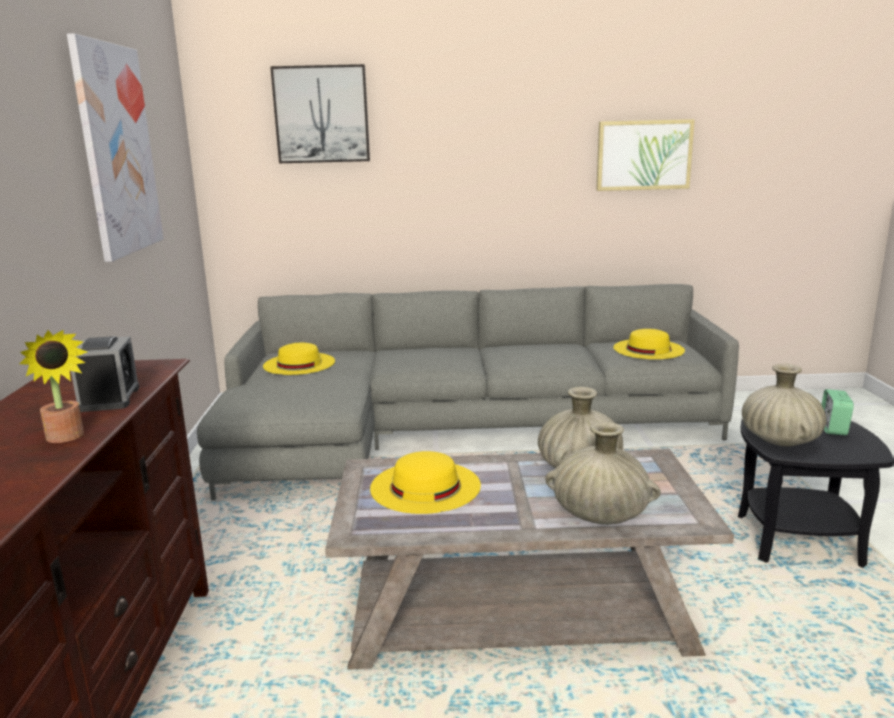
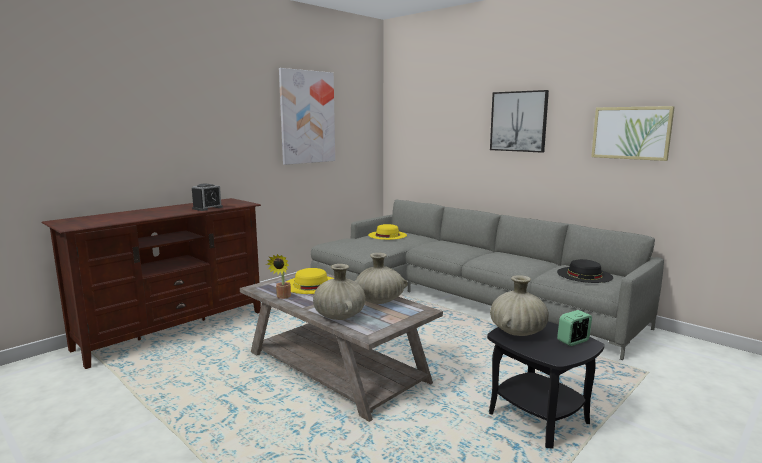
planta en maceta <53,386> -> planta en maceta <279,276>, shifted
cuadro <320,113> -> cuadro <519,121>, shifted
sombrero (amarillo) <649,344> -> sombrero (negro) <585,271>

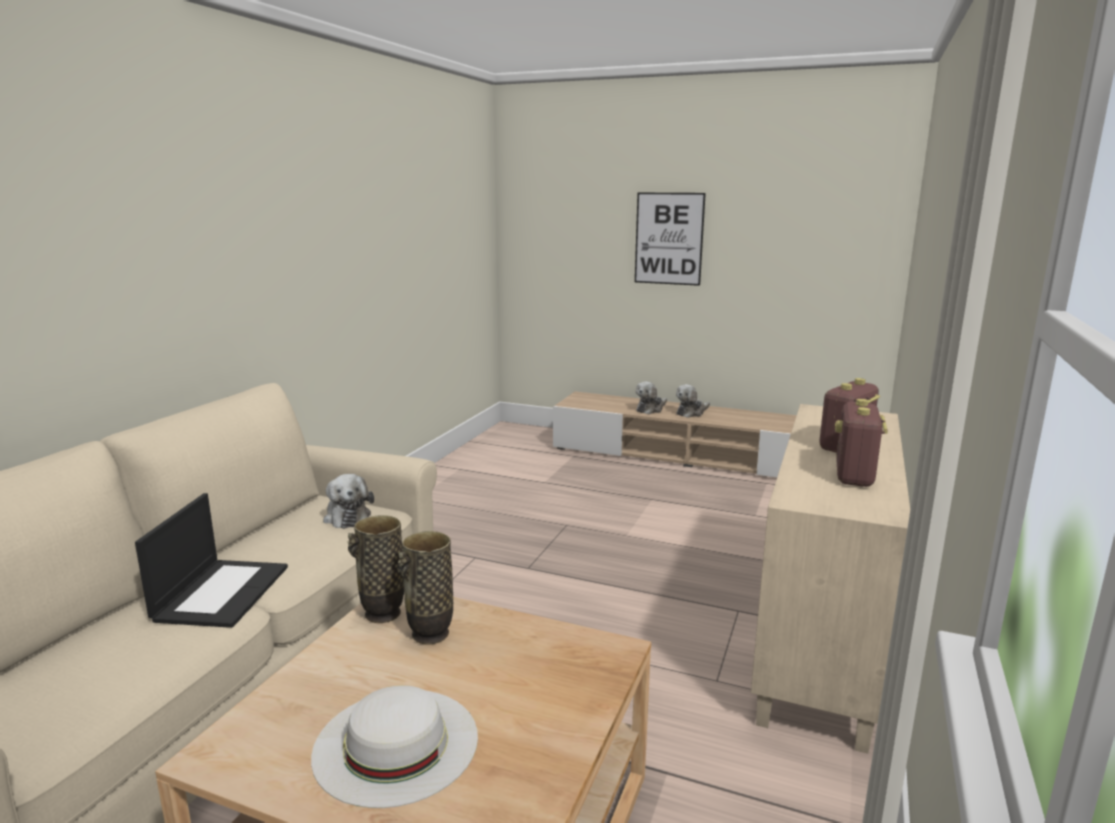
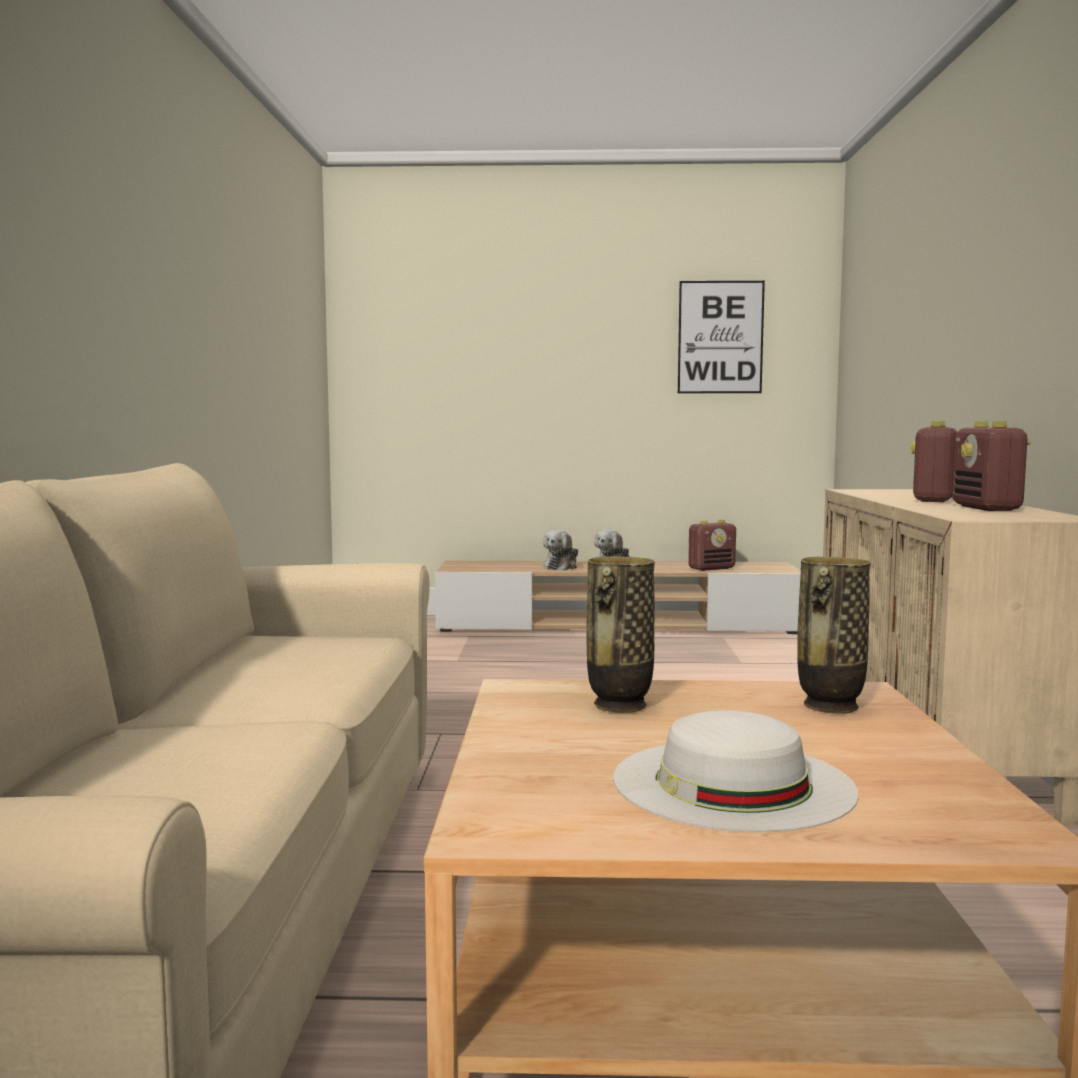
portátil <211,560> -> none
peluche <348,501> -> none
none -> radio <712,545>
florero <375,569> -> florero <834,635>, shifted
cuadro <670,239> -> cuadro <721,337>, shifted

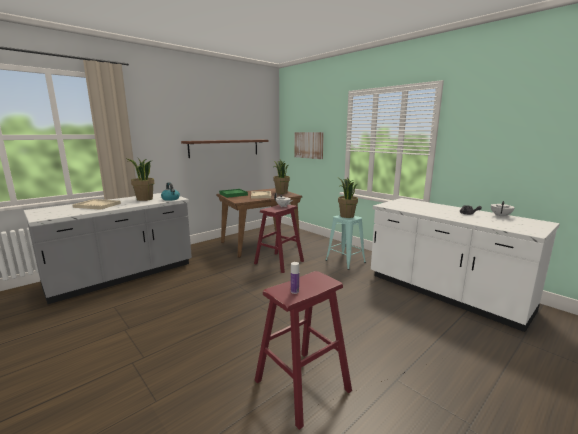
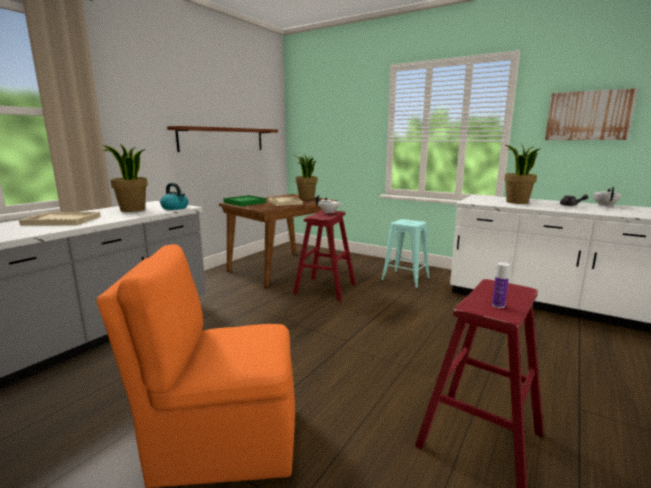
none -> silla (naranja) <195,366>
cuadro <309,145> -> cuadro <591,114>, shifted
planta en maceta <348,197> -> planta en maceta <522,174>, shifted

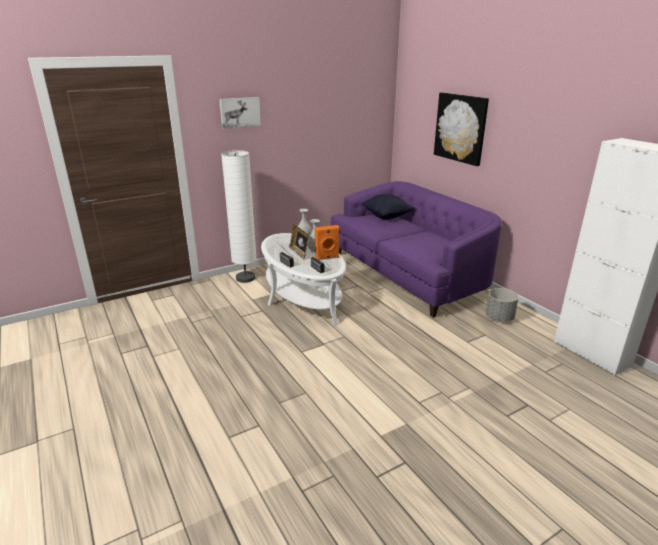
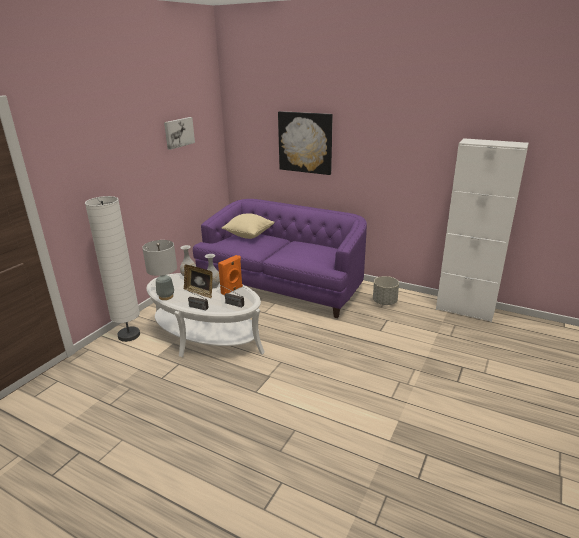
none -> lámpara de mesa (gris) <159,270>
cuadro <240,113> -> cuadro <179,133>, shifted
cojín (negro) <388,207> -> cojín (beis) <248,226>

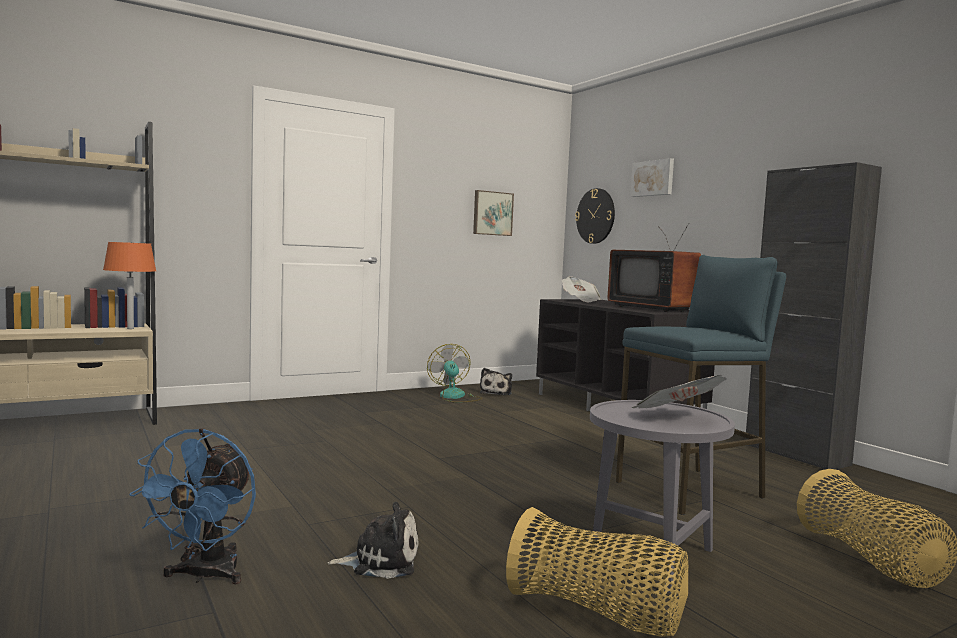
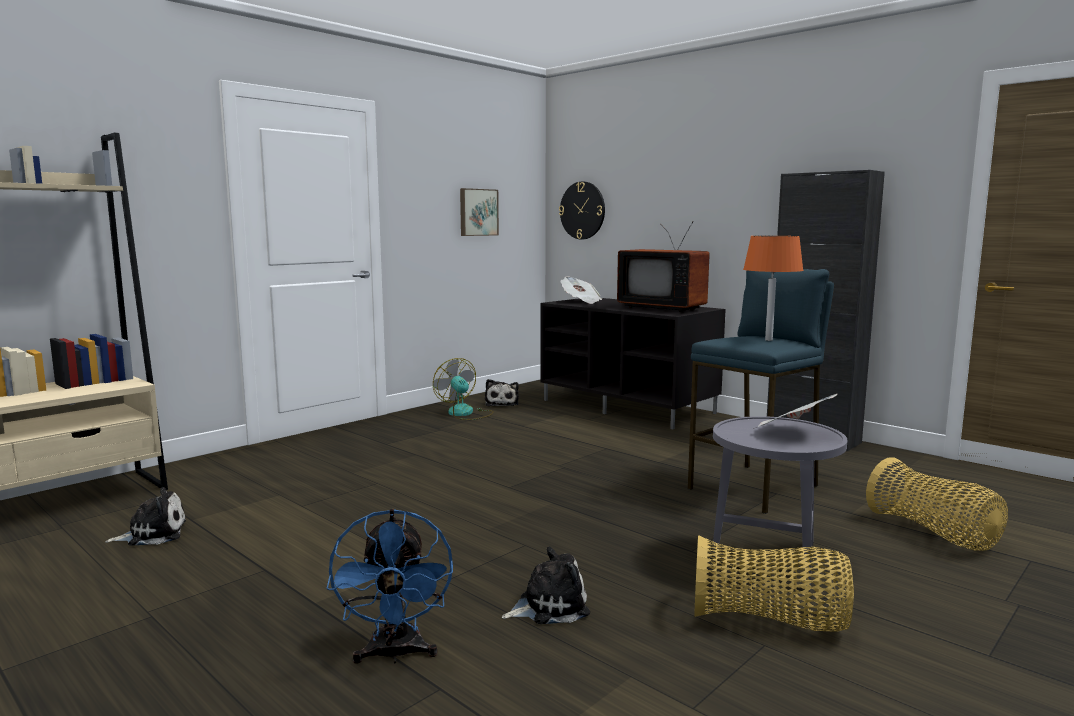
cuadro <652,177> -> none
none -> peluche <145,516>
lámpara de mesa (naranja) <129,285> -> lámpara de mesa (naranja) <773,288>, shifted

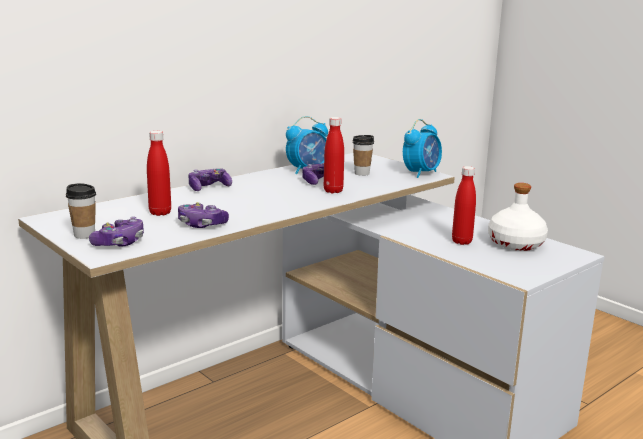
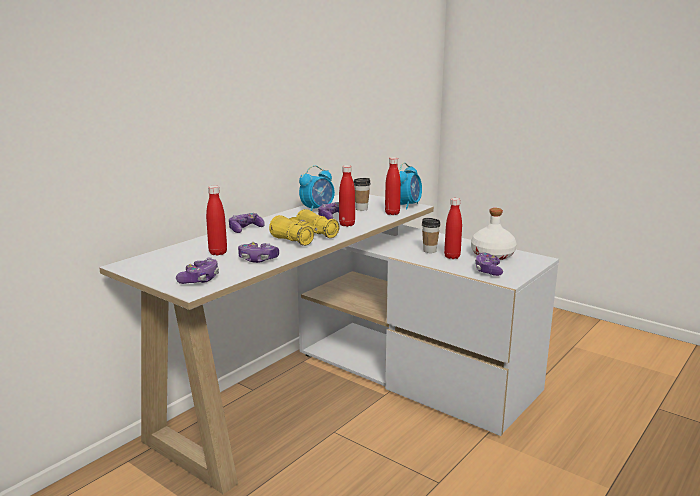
none -> prismáticos (amarillo) <304,227>
none -> botella (rojo) <393,186>
none -> mando de consola <489,264>
taza <81,211> -> taza <431,235>, shifted

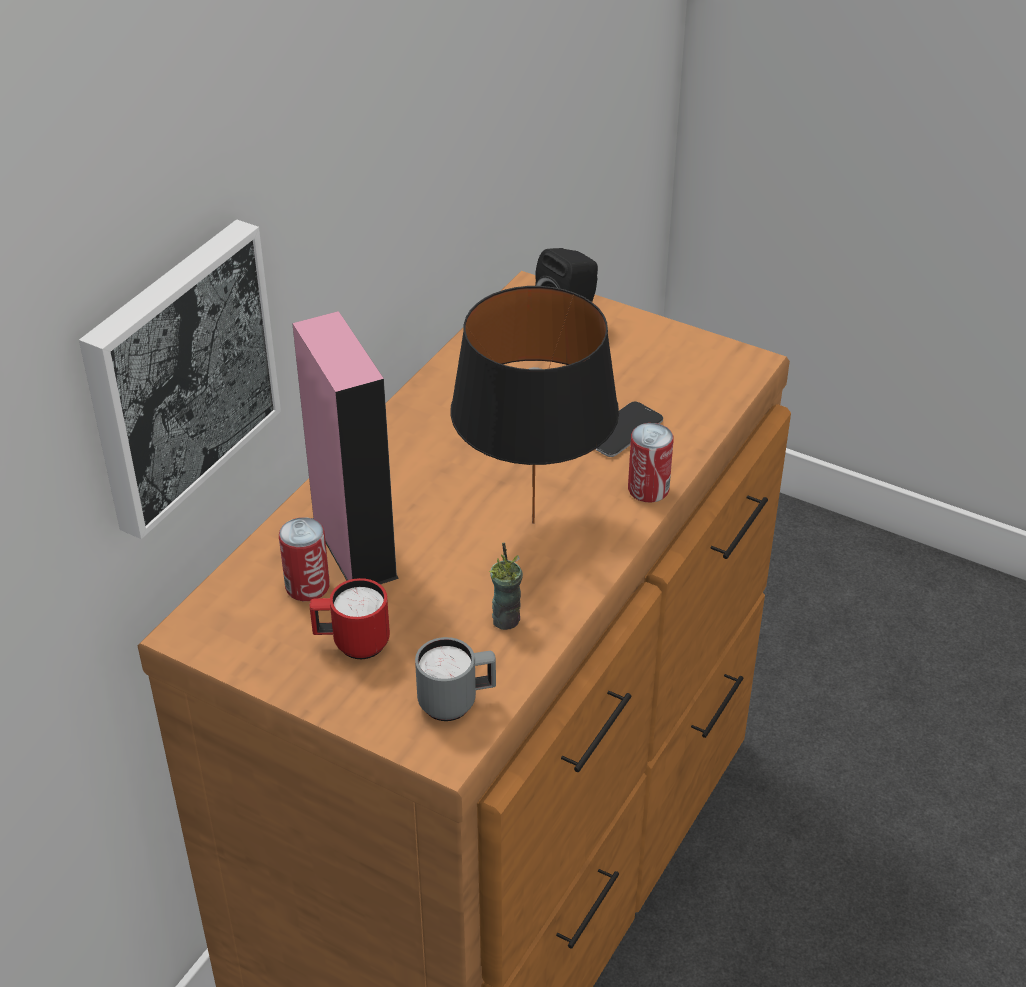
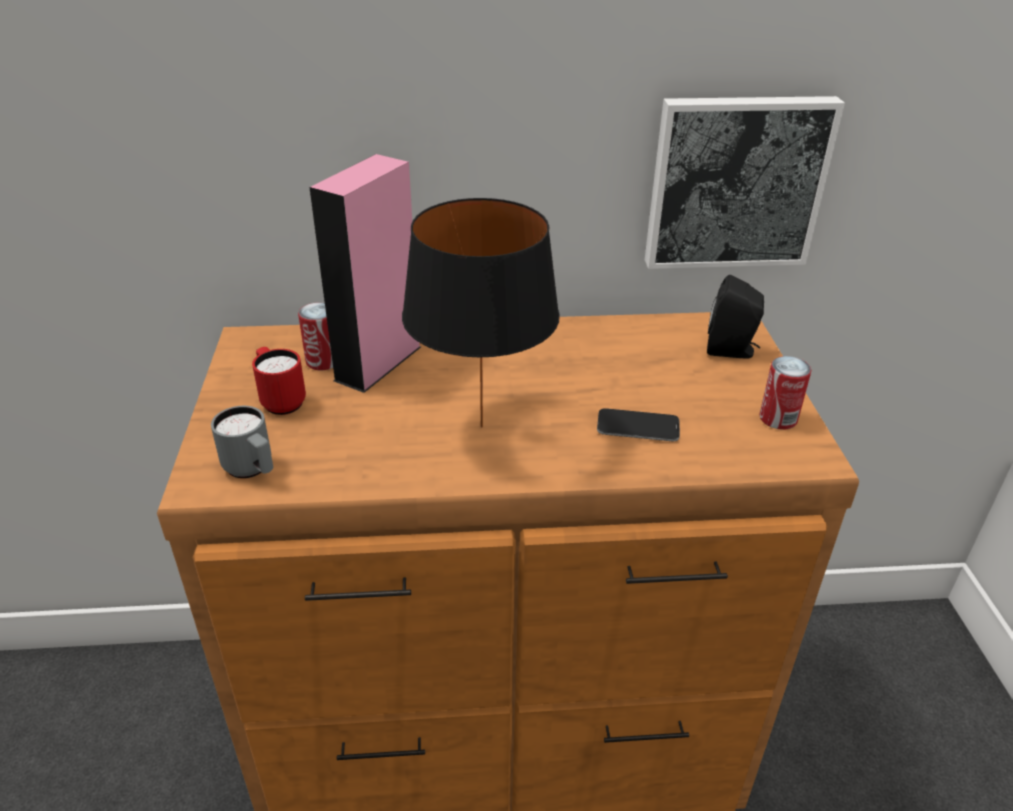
taza <506,586> -> none
cuadro <180,379> -> cuadro <745,182>, shifted
lata <651,462> -> lata <785,393>, shifted

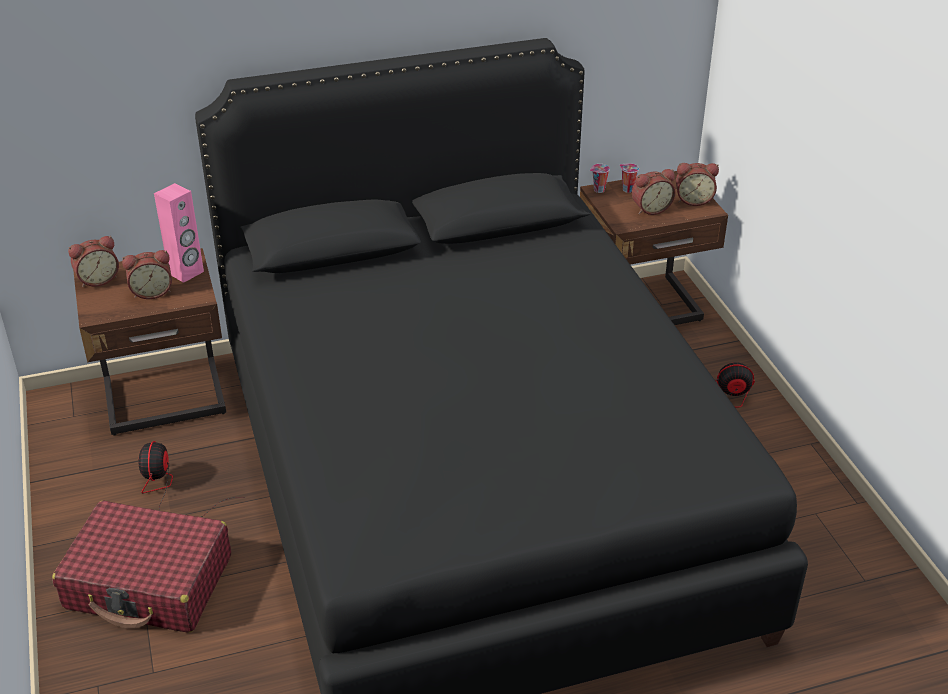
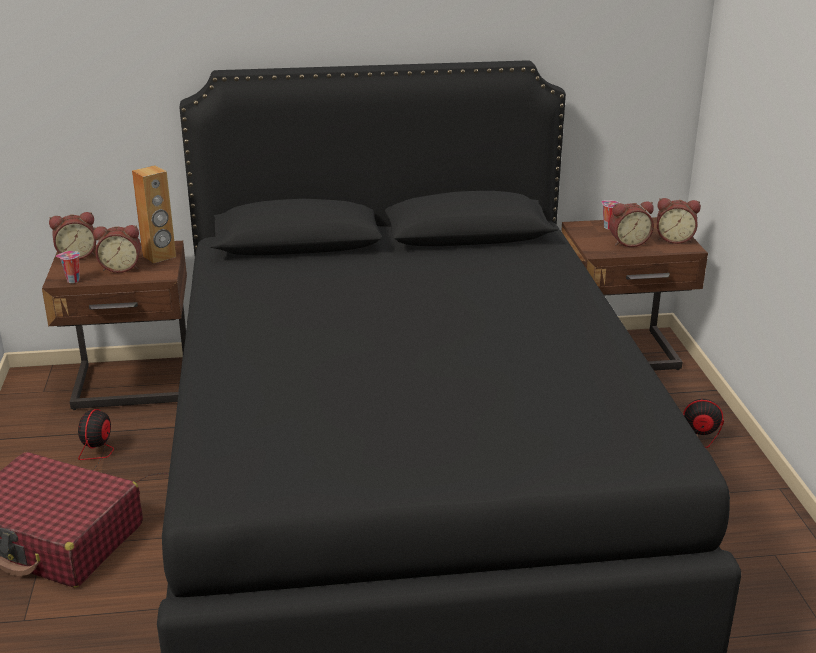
taza <600,178> -> taza <67,267>, shifted
altavoz (rosa) <179,233> -> altavoz (marrón) <154,214>

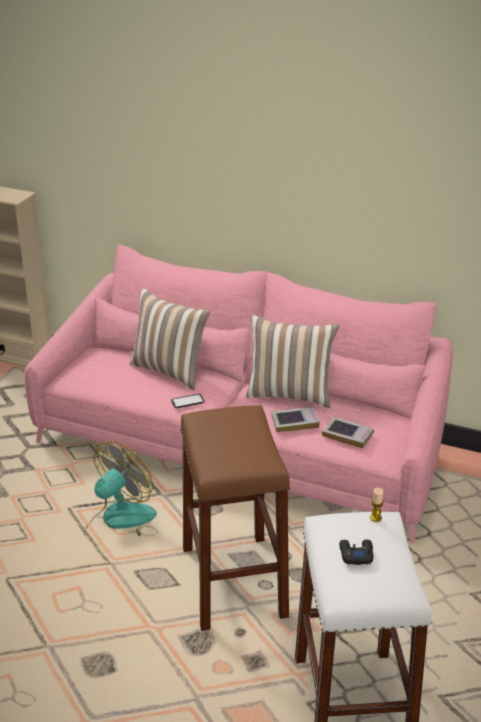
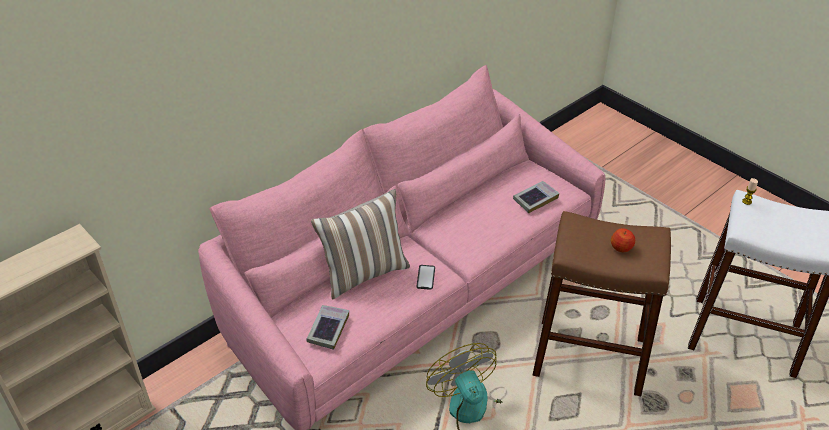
cojín <292,361> -> none
mando de consola (negro) <356,552> -> none
none -> manzana <623,240>
libro <295,419> -> libro <327,327>, shifted

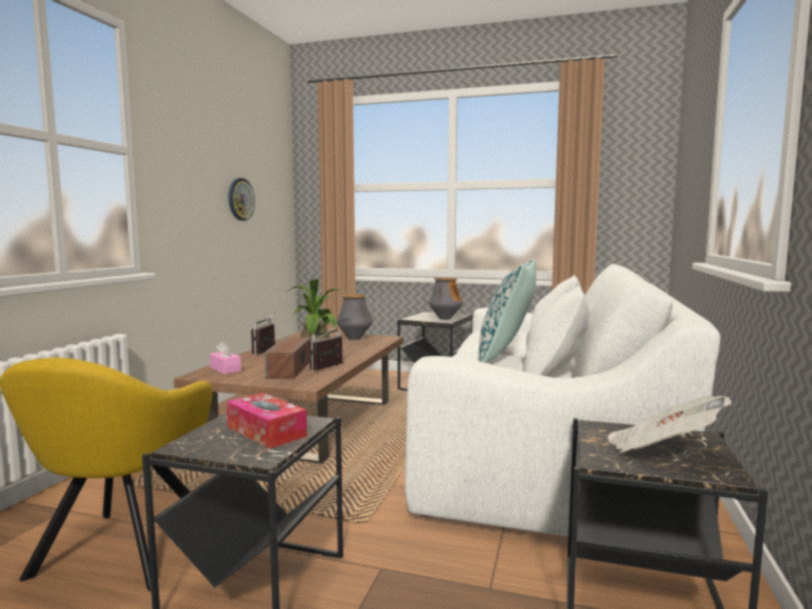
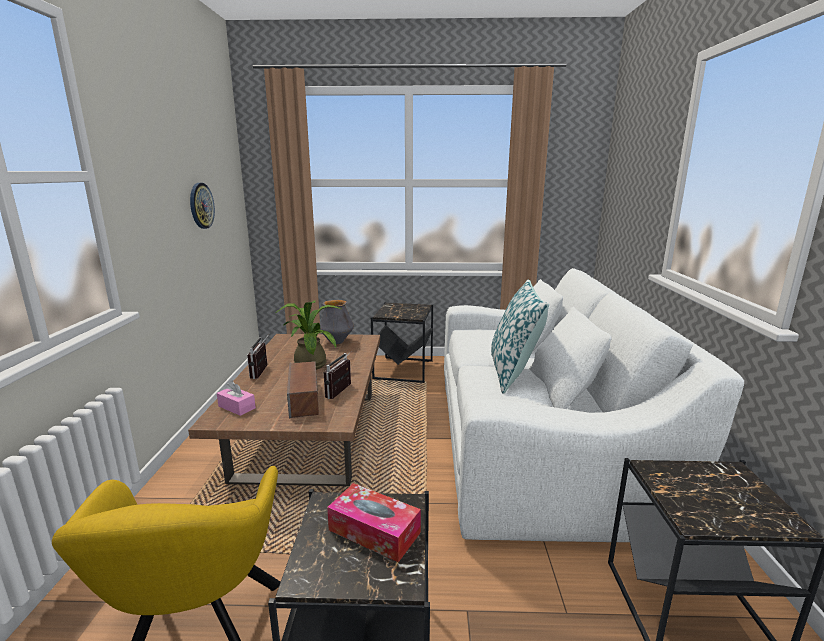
florero <446,299> -> none
periódico <669,424> -> none

